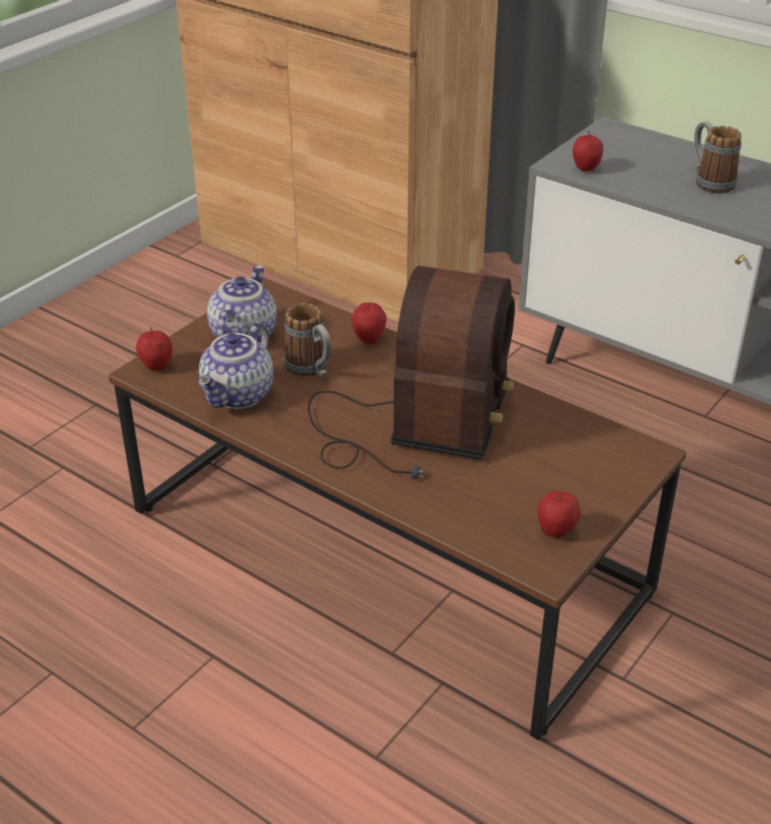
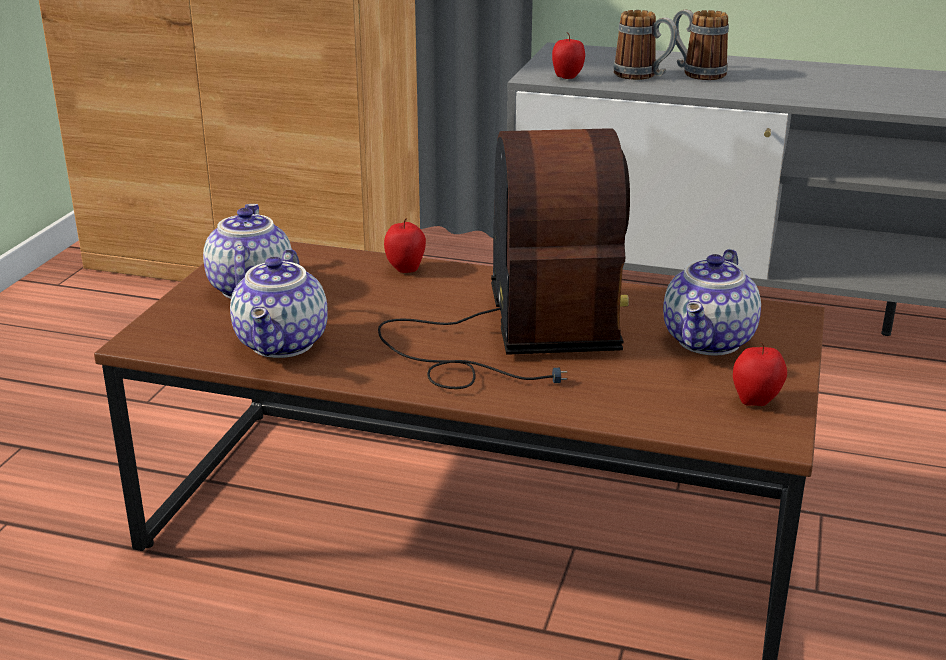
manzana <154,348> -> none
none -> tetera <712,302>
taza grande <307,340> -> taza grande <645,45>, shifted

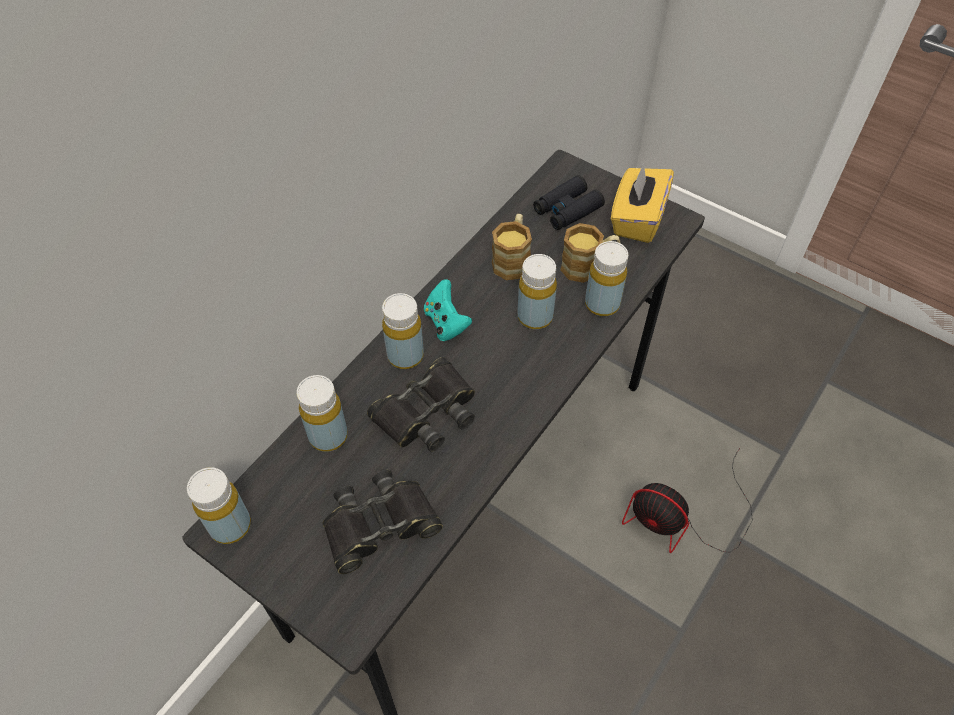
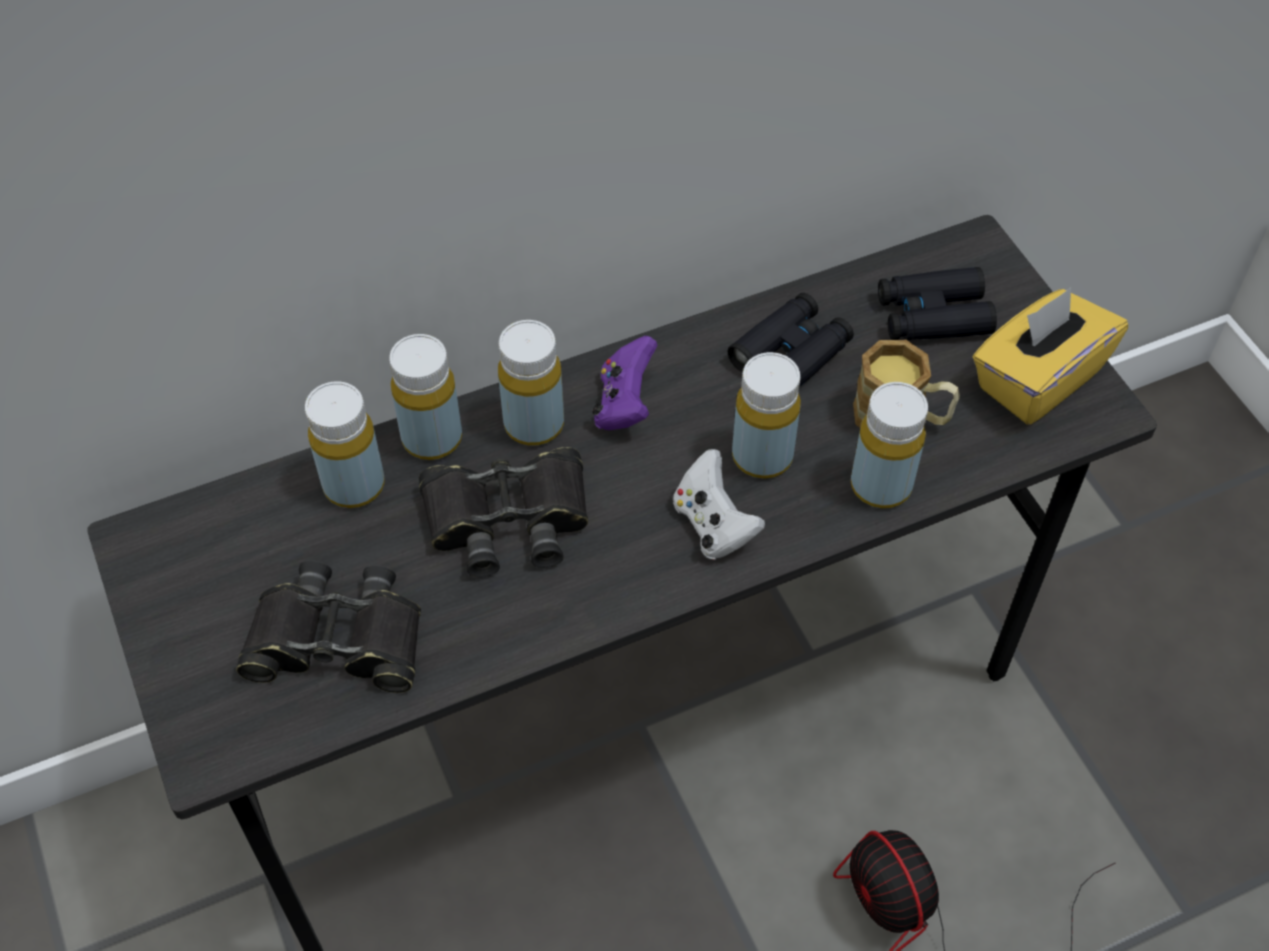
none -> mando de consola (blanco) <719,504>
botella (amarillo) <219,505> -> botella (amarillo) <425,397>, shifted
taza grande <512,247> -> prismáticos (negro) <791,340>
mando de consola (turquesa) <448,310> -> mando de consola (morado) <624,383>

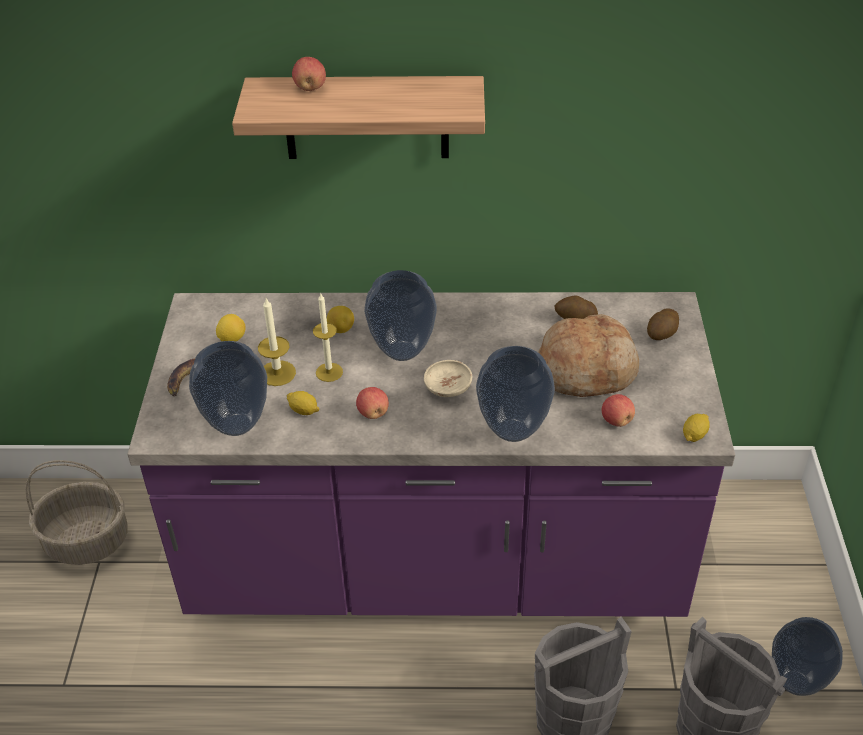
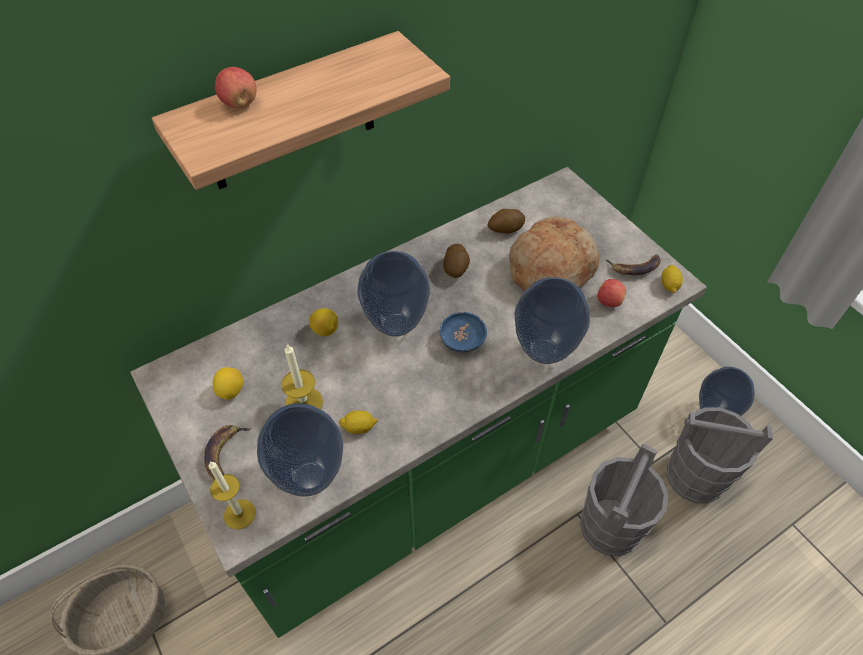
manzana <372,403> -> none
none -> plátano <633,264>
vela <328,338> -> vela <232,495>, shifted
patata <663,324> -> patata <456,261>, shifted
mueble bajo de cocina (morado) <431,454> -> mueble bajo de cocina (verde) <418,402>
cuenco (beis) <448,378> -> cuenco (azul) <463,332>

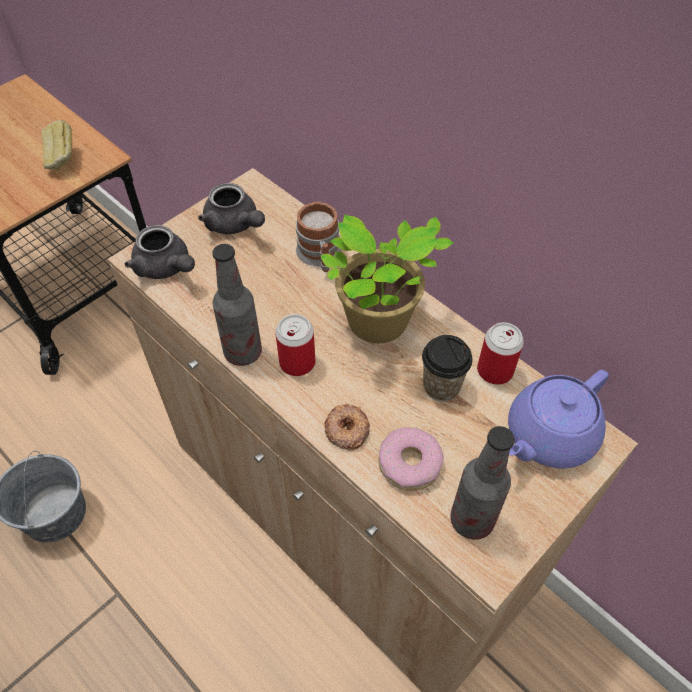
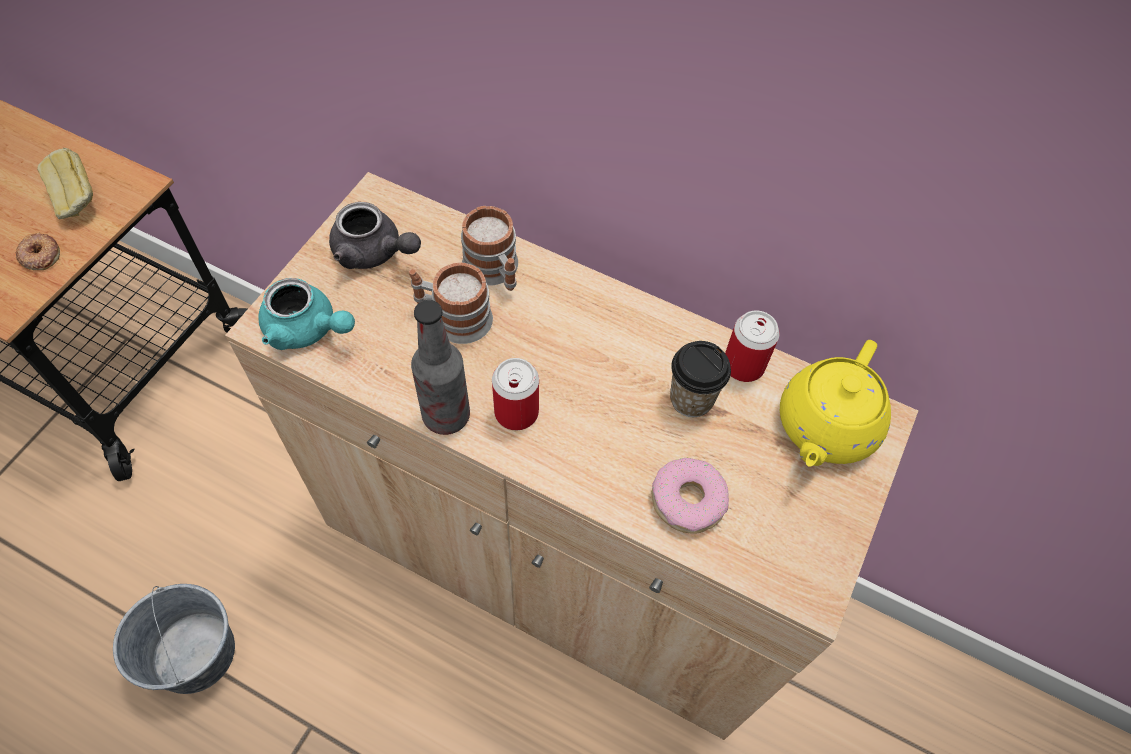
planta en maceta <387,279> -> none
botella <482,483> -> none
none -> taza grande <451,303>
rosquilla <347,427> -> rosquilla <38,251>, shifted
tetera (gris) <160,252> -> tetera (turquesa) <306,314>
tetera (morado) <558,419> -> tetera (amarillo) <835,403>

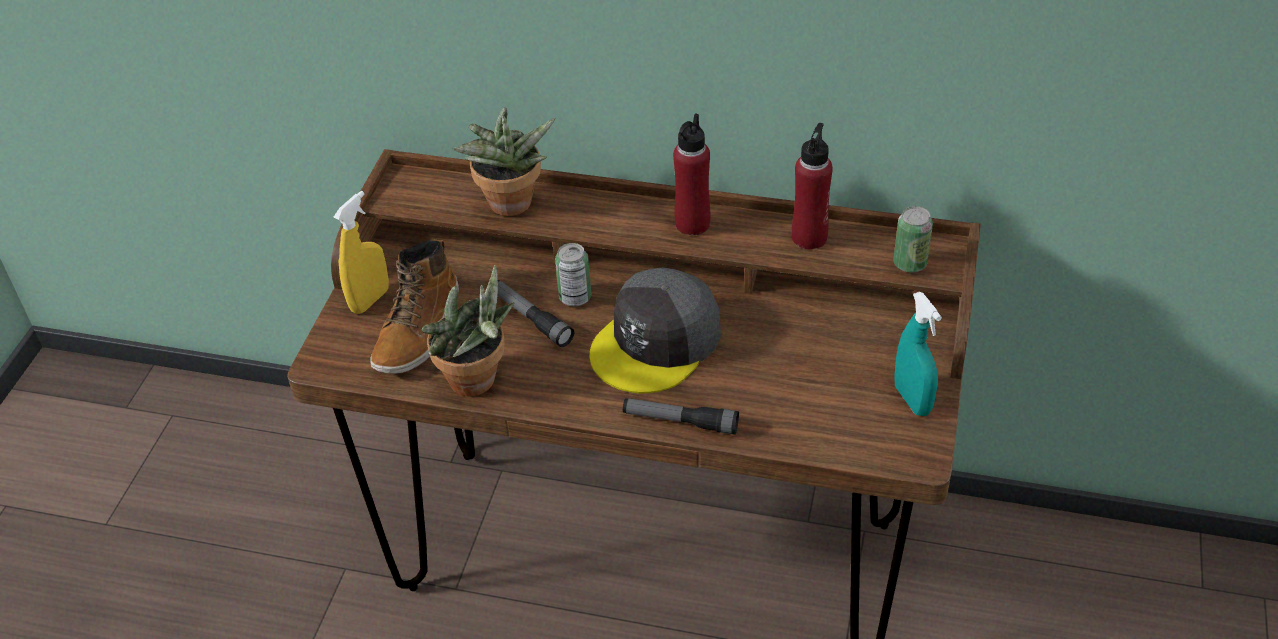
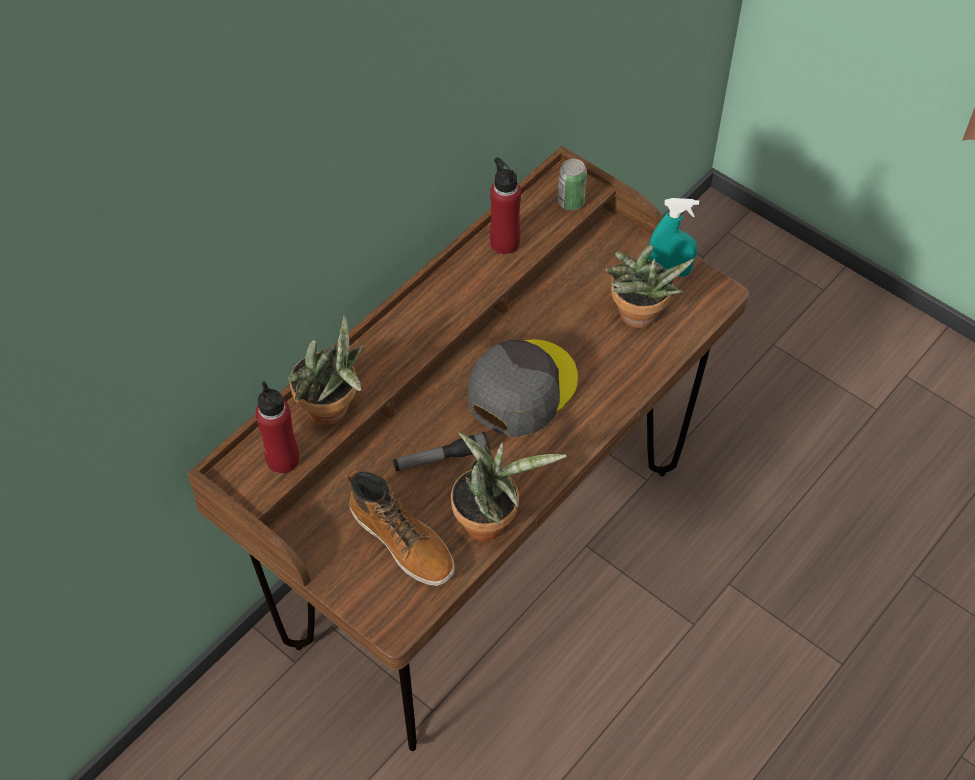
pulverizador (amarillo) <361,252> -> none
lata <573,274> -> none
linterna <681,416> -> none
none -> planta en maceta <650,286>
botella (rojo) <691,174> -> botella (rojo) <277,427>, shifted
gorra (gris) <655,330> -> gorra (gris) <523,388>, 120 degrees counterclockwise

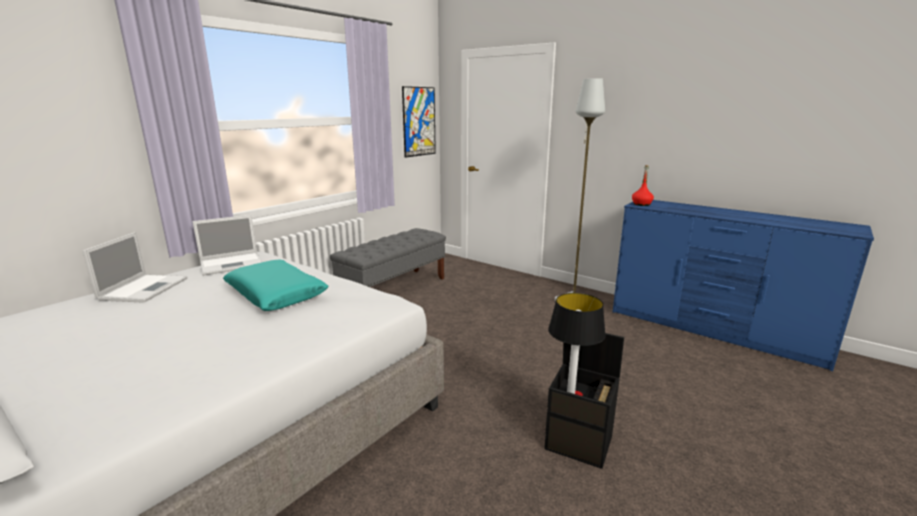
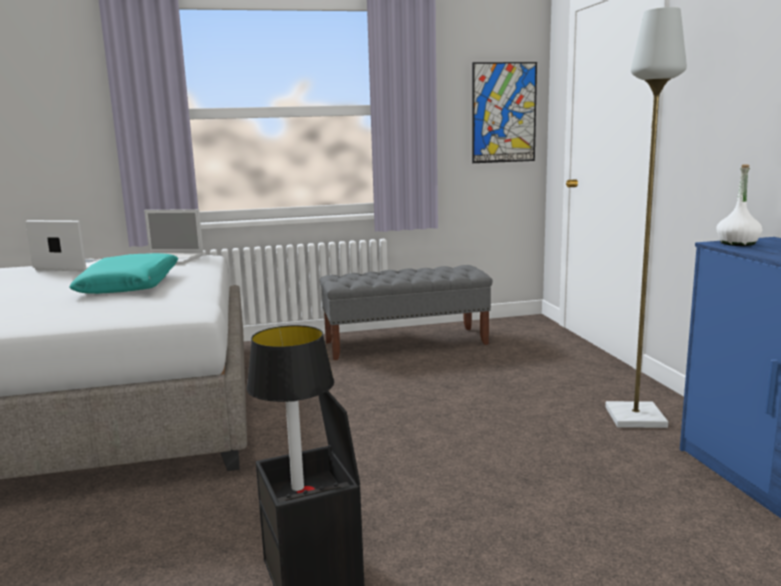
botella (rojo) <643,185> -> botella (blanco) <739,205>
portátil <135,267> -> portátil <63,246>, 120 degrees counterclockwise

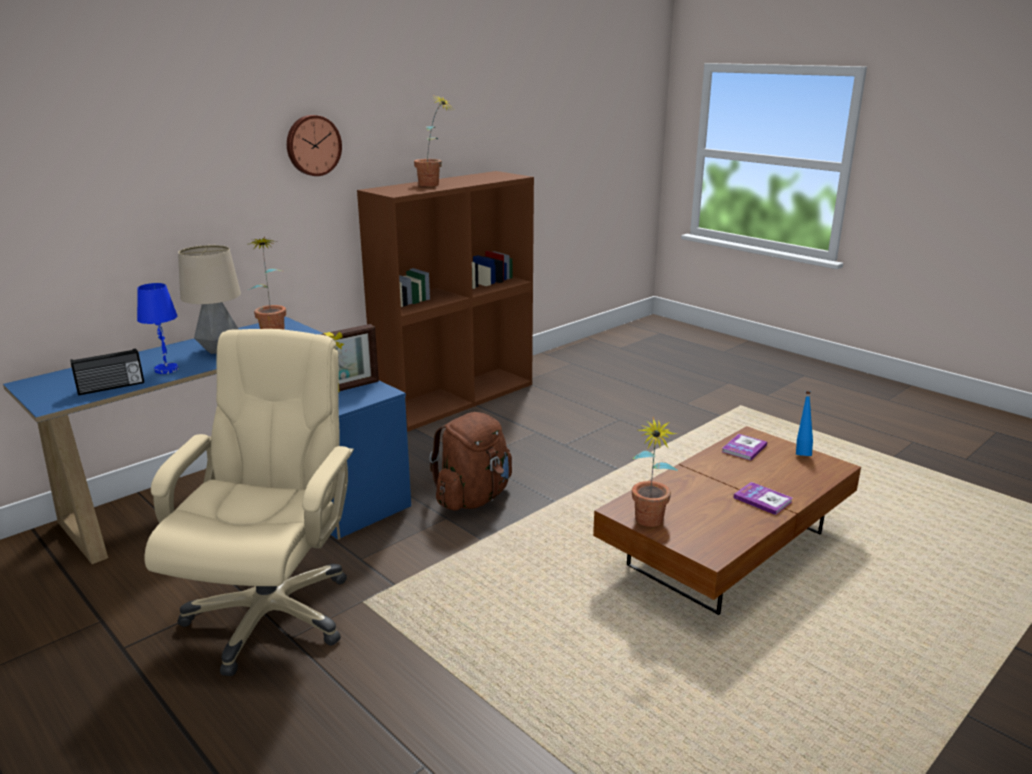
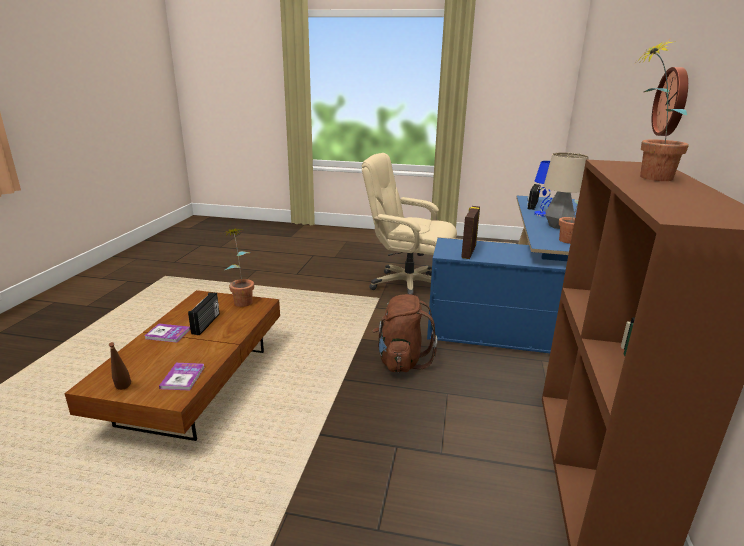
none -> radio <204,313>
botella (azul) <804,423> -> botella (marrón) <120,366>
silla de oficina (beis) <249,502> -> silla de oficina (beis) <409,224>, 135 degrees clockwise

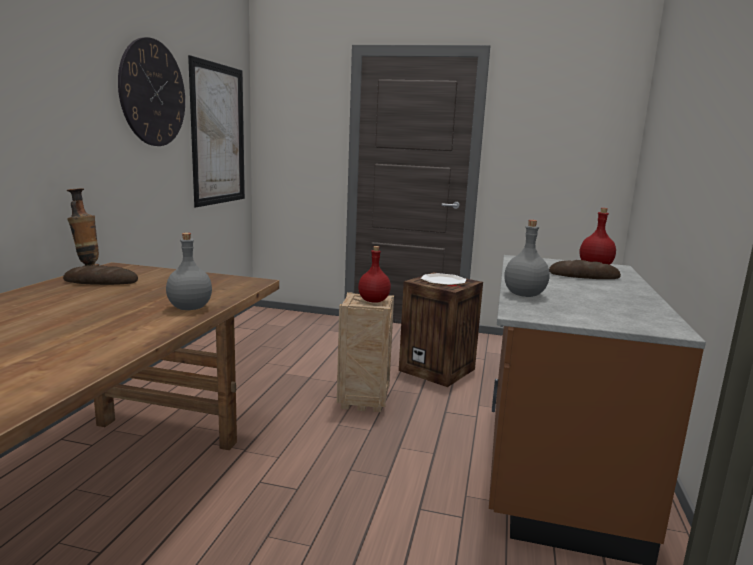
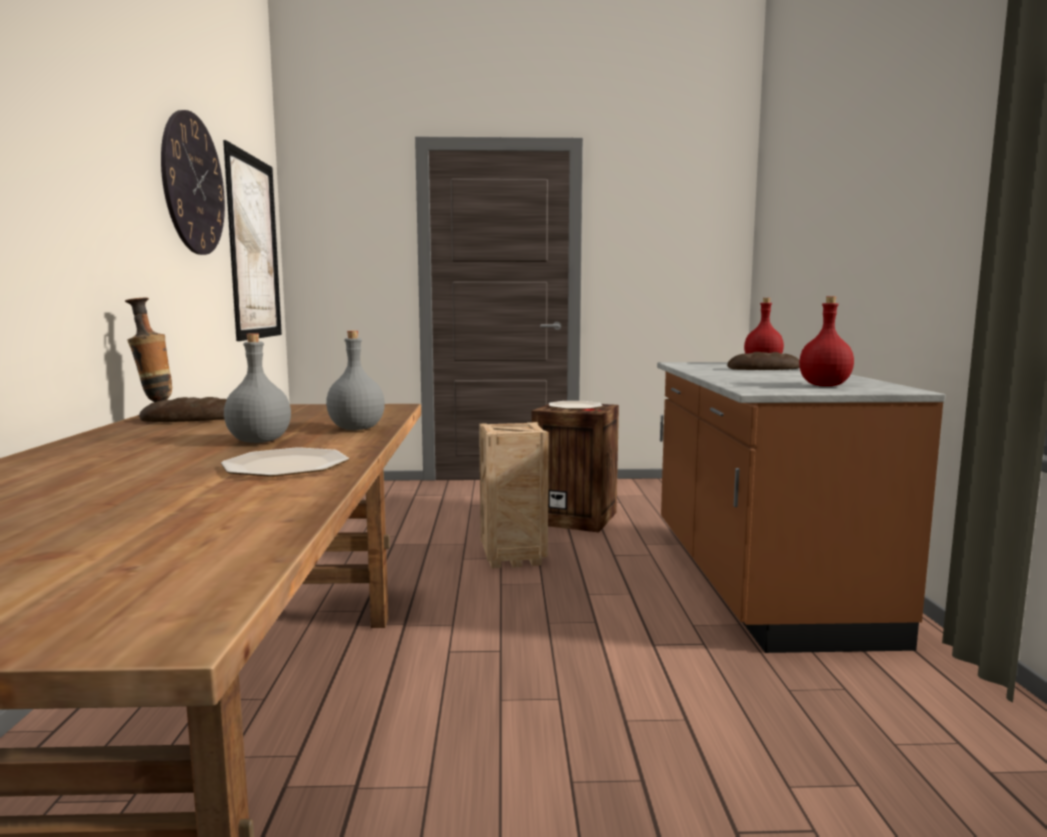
none -> plato <285,462>
botella (rojo) <374,274> -> botella (rojo) <826,341>, shifted
botella (gris) <527,258> -> botella (gris) <257,388>, shifted

